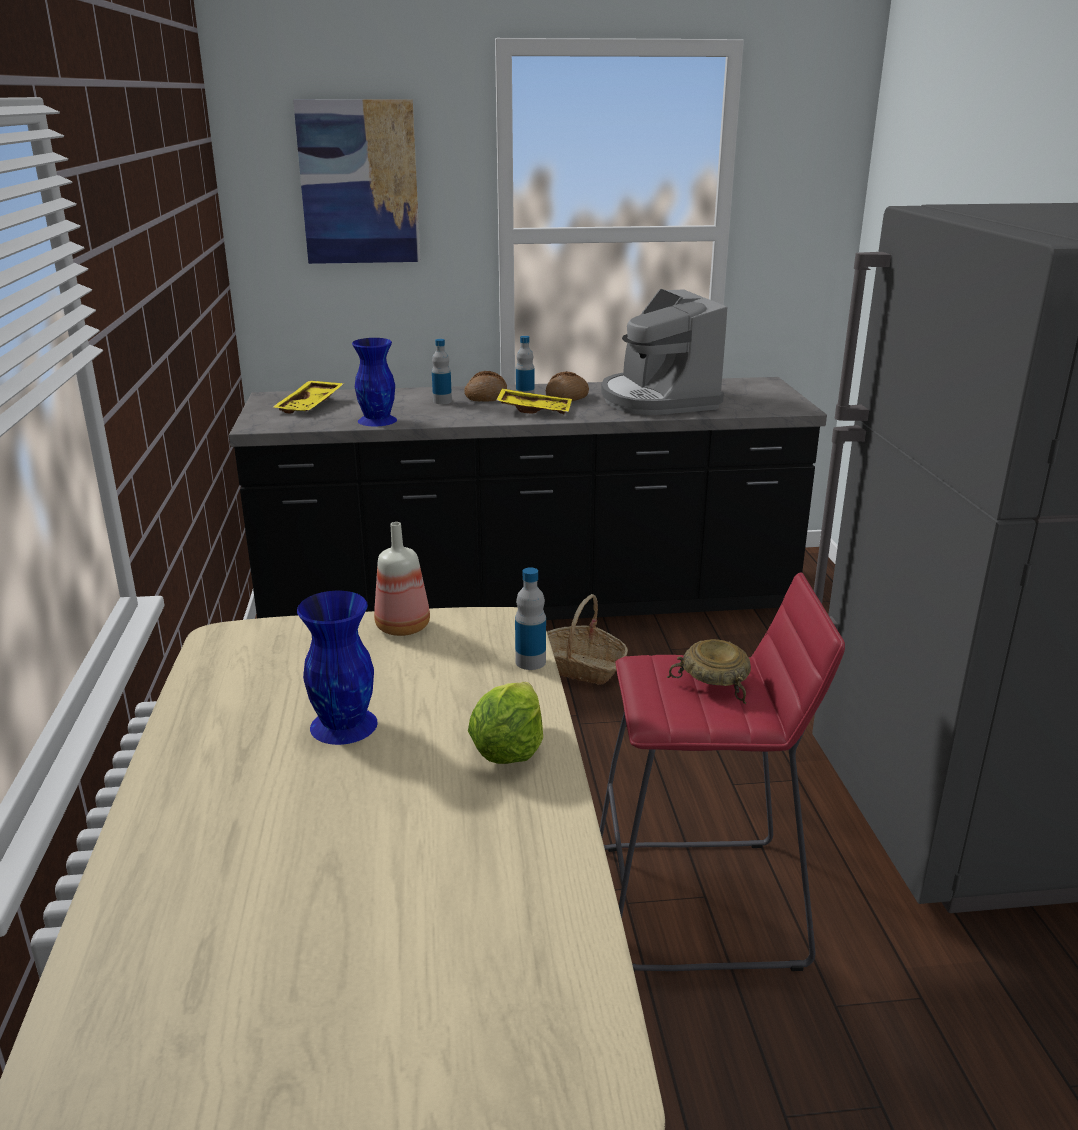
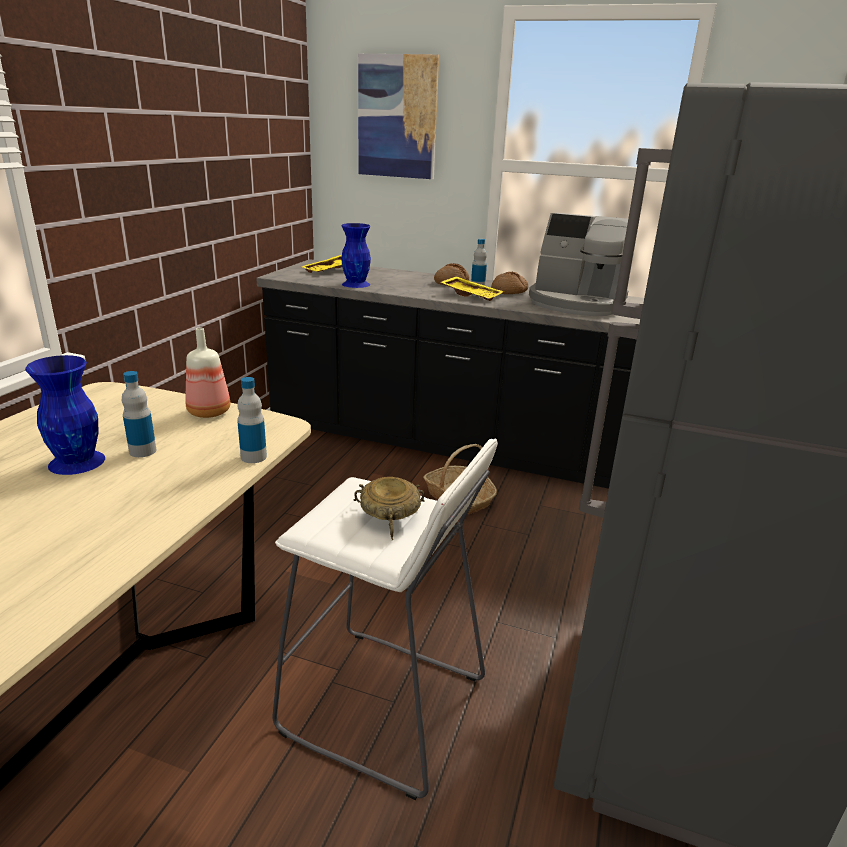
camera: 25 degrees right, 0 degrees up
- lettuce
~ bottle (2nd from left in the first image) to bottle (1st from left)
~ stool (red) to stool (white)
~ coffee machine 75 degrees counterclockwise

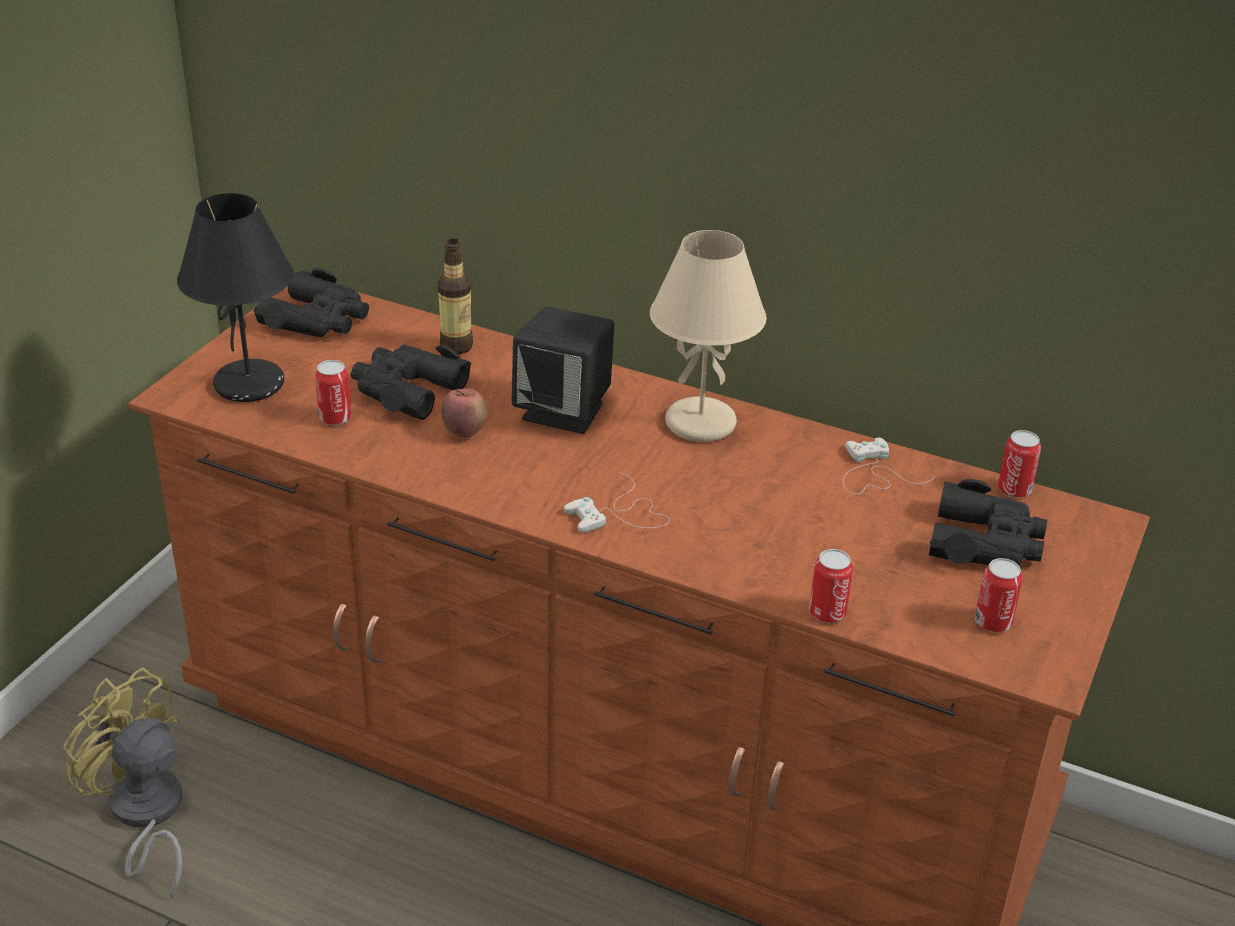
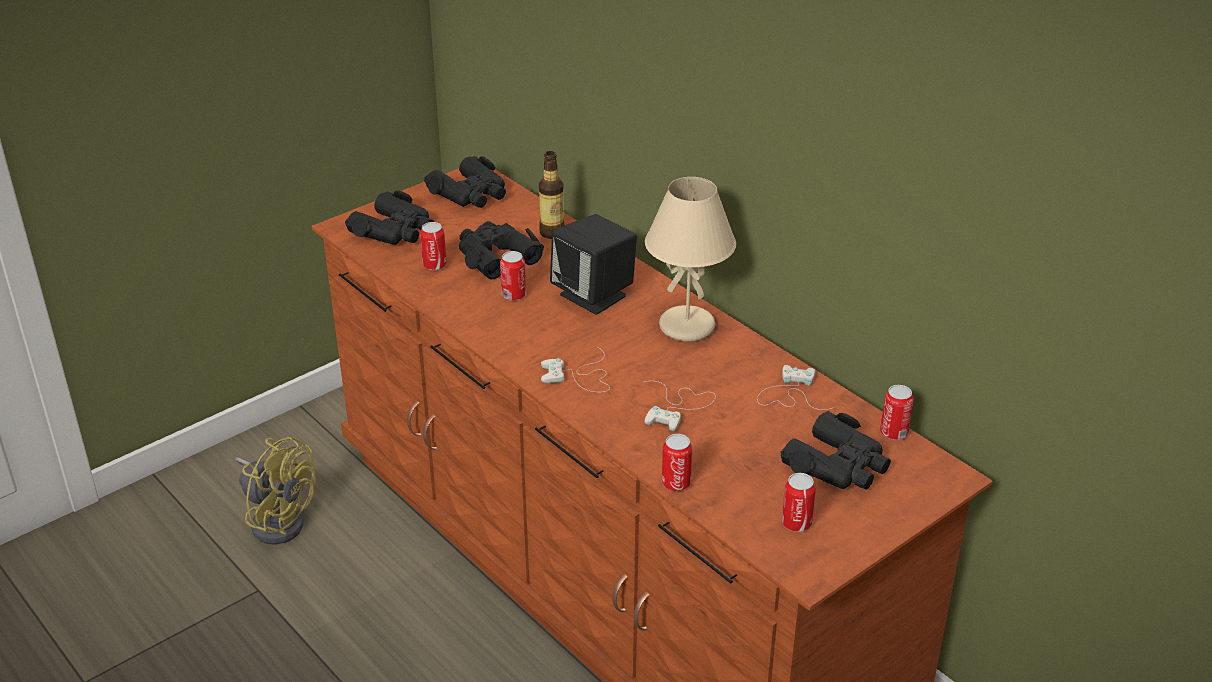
camera: 25 degrees right, 0 degrees up
+ game controller (white) (2nd from left)
~ table lamp (black) to binoculars (black) (1st from left)
~ apple to can (2nd from left)
~ fan (yellow) 150 degrees clockwise

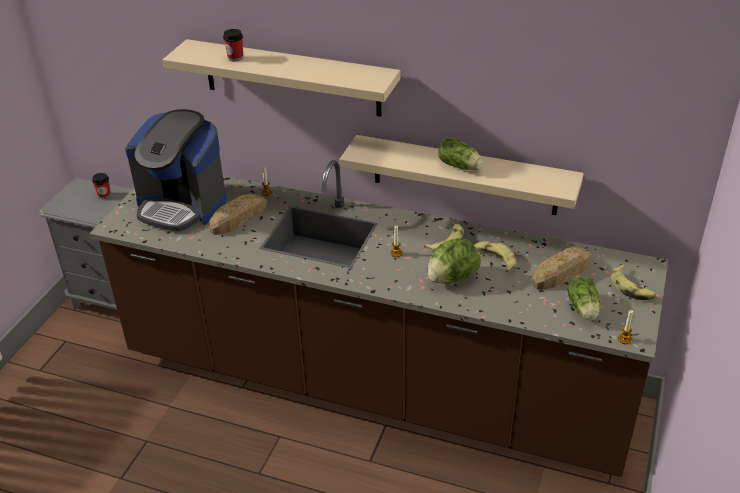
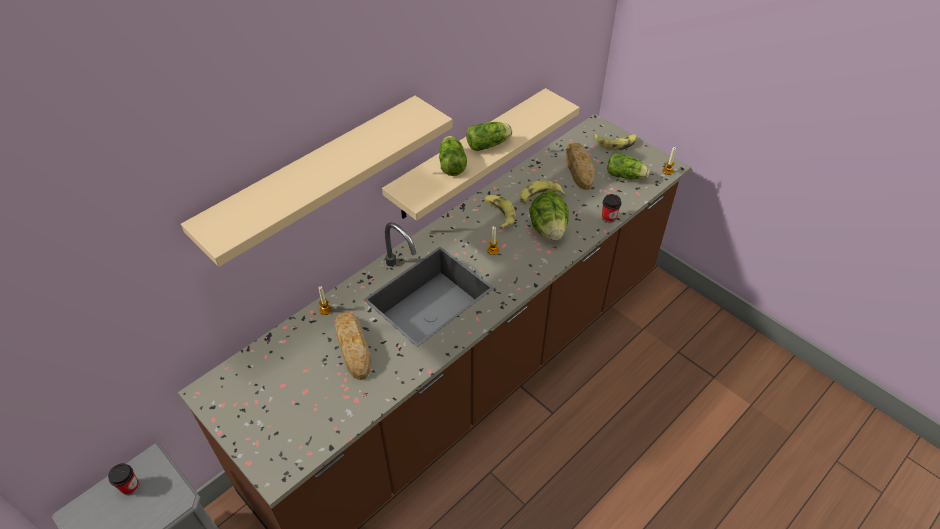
camera: 65 degrees left, 10 degrees up
- coffee machine
+ lettuce (1st from left)
~ cup (2nd from left)

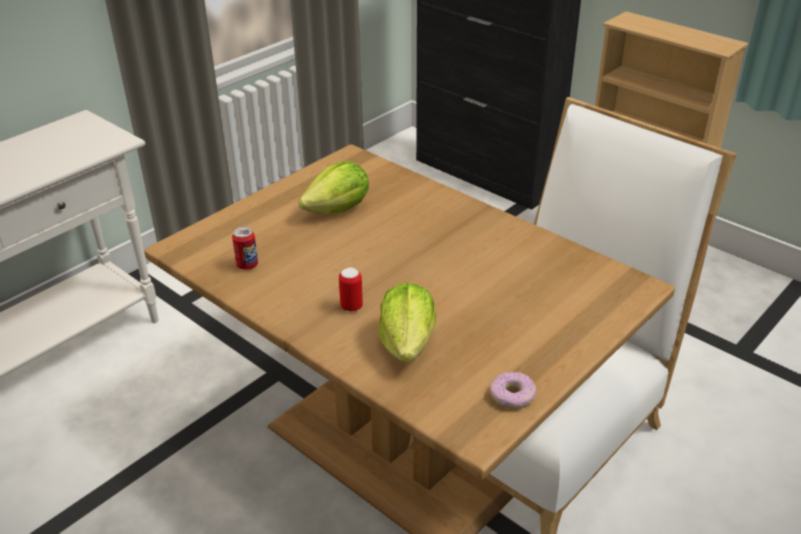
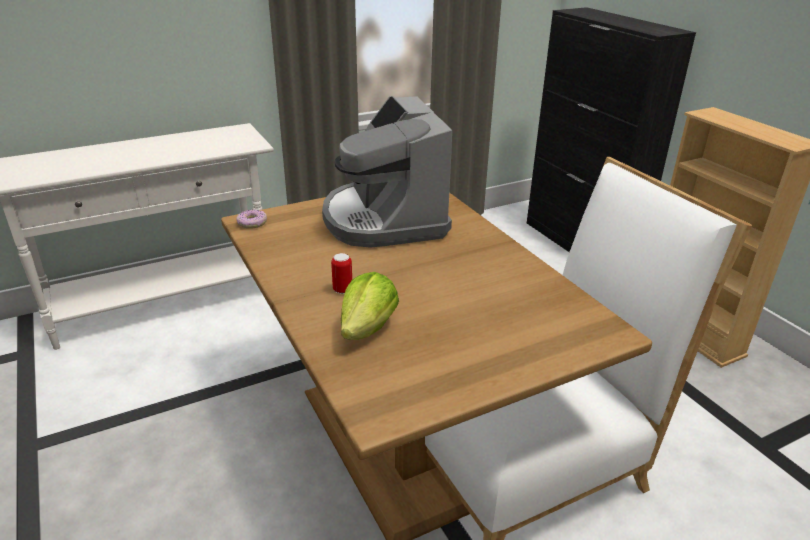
camera: 20 degrees right, 5 degrees down
- can (1st from left)
~ donut
~ lettuce (1st from left) to coffee machine

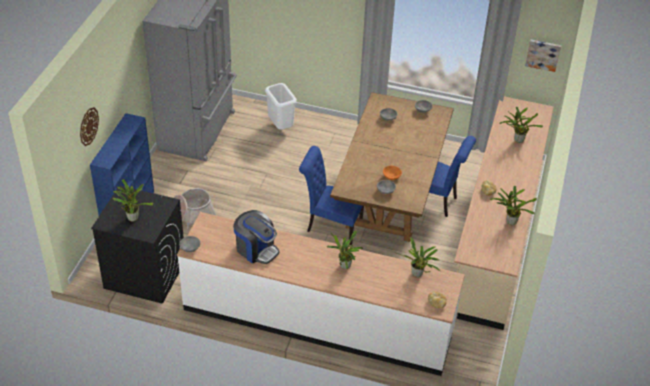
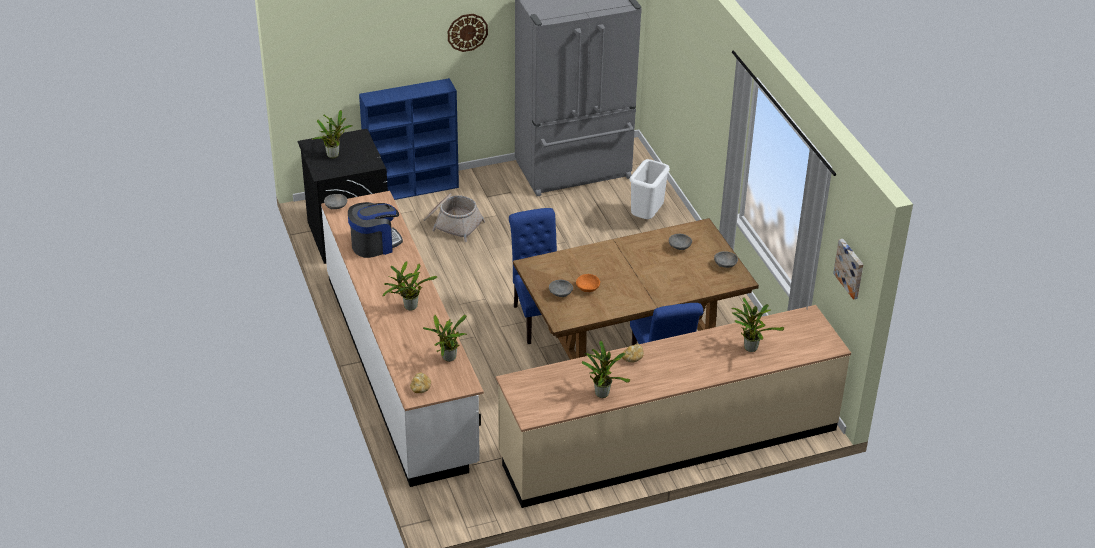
camera: 55 degrees right, 5 degrees down
~ wall clock
~ coffee machine 120 degrees counterclockwise

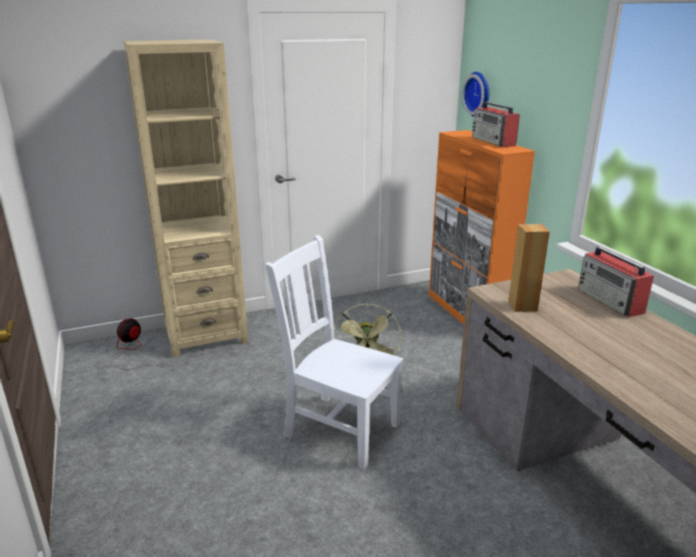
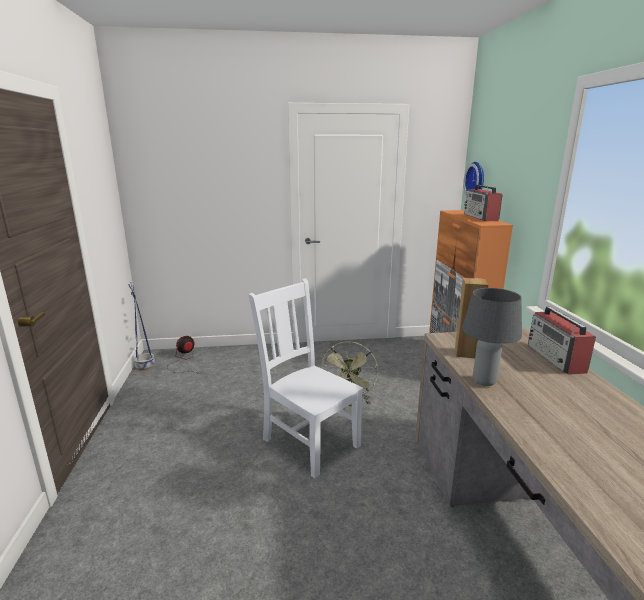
camera: 15 degrees right, 5 degrees down
- bookcase (beige)
+ planter (blue)
+ table lamp (grey)

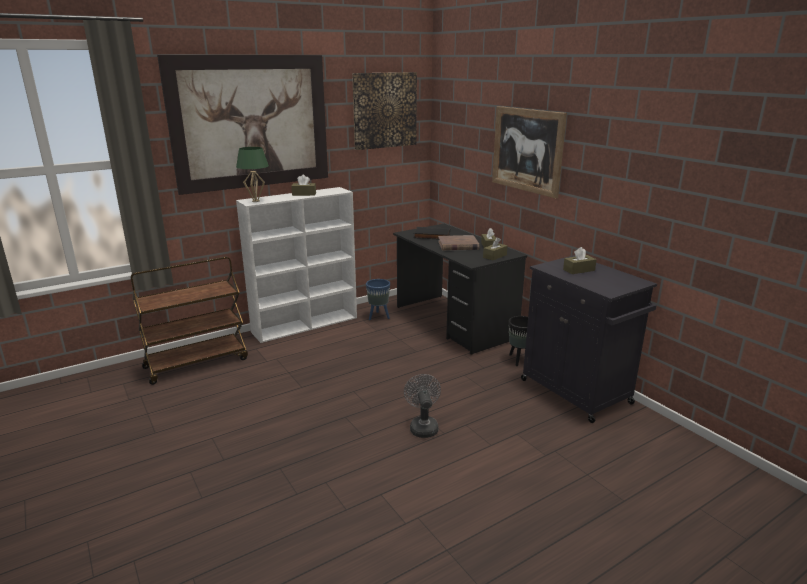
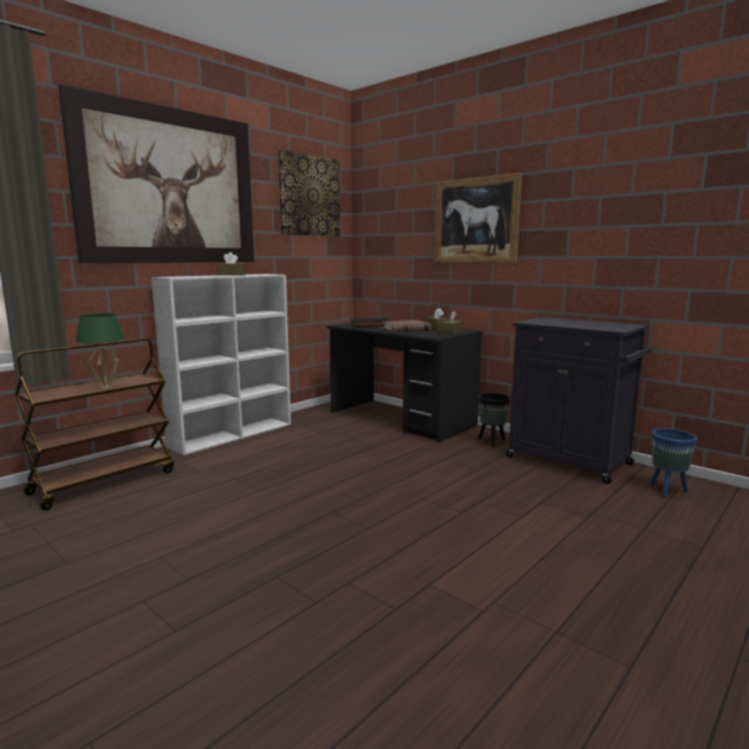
camera: 15 degrees left, 10 degrees down
- fan (grey)
- tissue box (brown) (4th from left)
~ table lamp (green)
~ planter (blue)

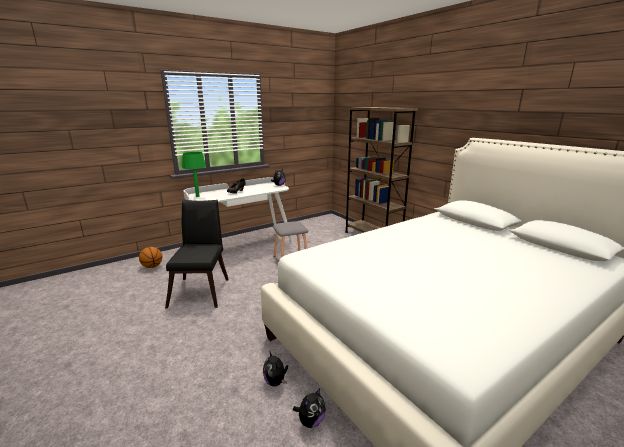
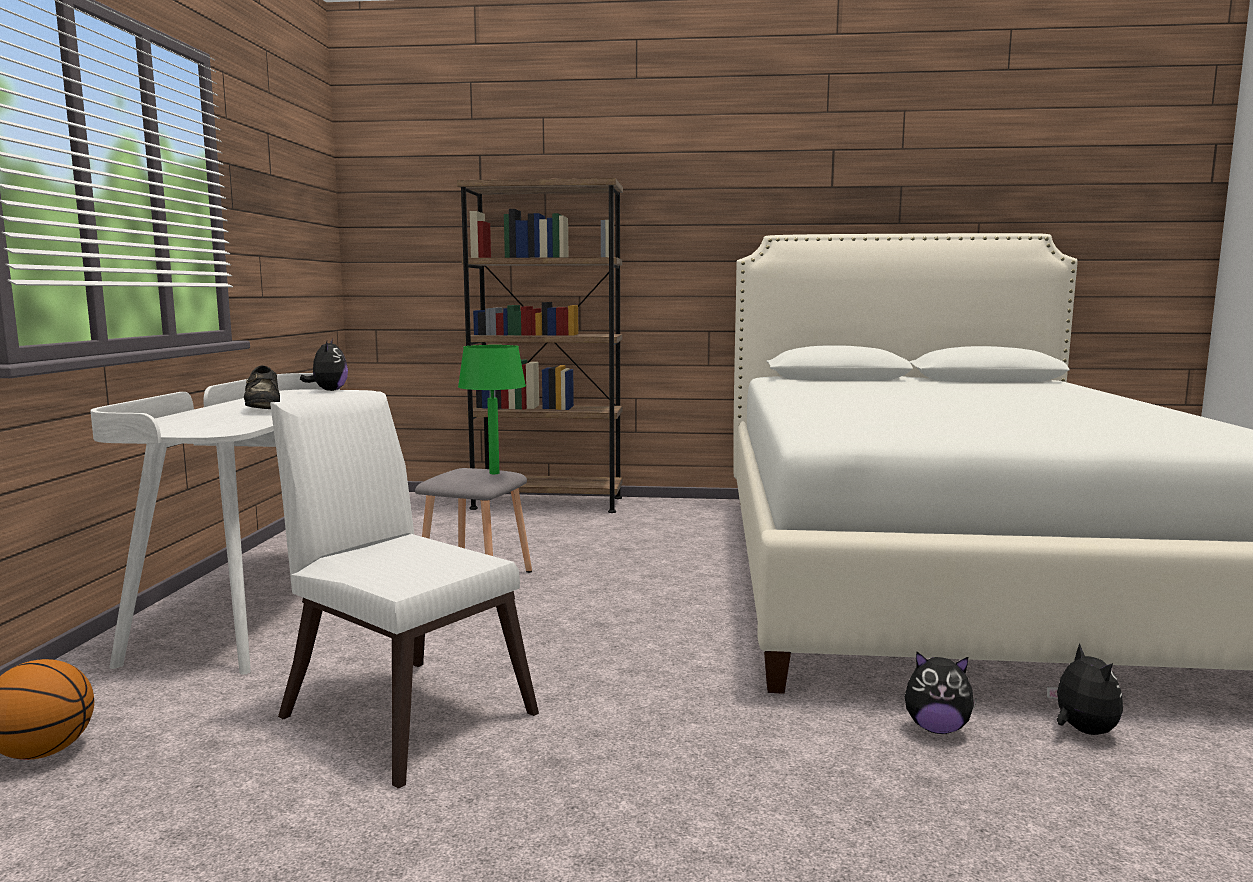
camera: 50 degrees left, 10 degrees down
~ table lamp (green)
~ chair (black) to chair (white)

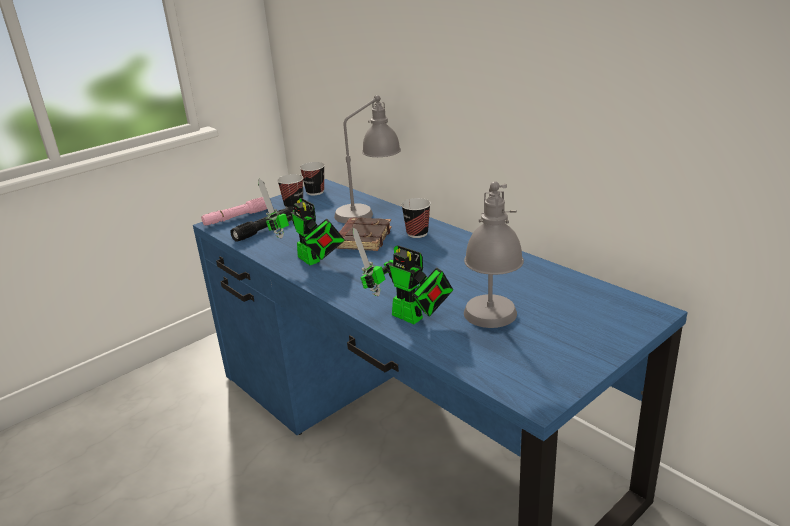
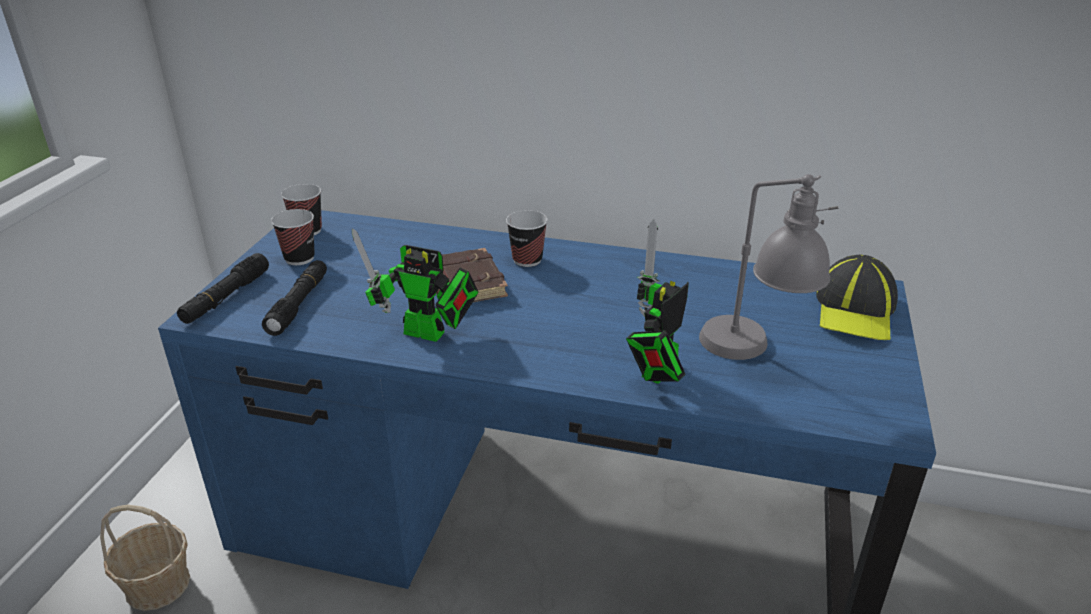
camera: 35 degrees left, 5 degrees up
- table lamp (grey) (1st from left)
+ basket
+ cap
~ flashlight (pink) to flashlight (black) (1st from left)
~ toy robot (2nd from left) 120 degrees clockwise

